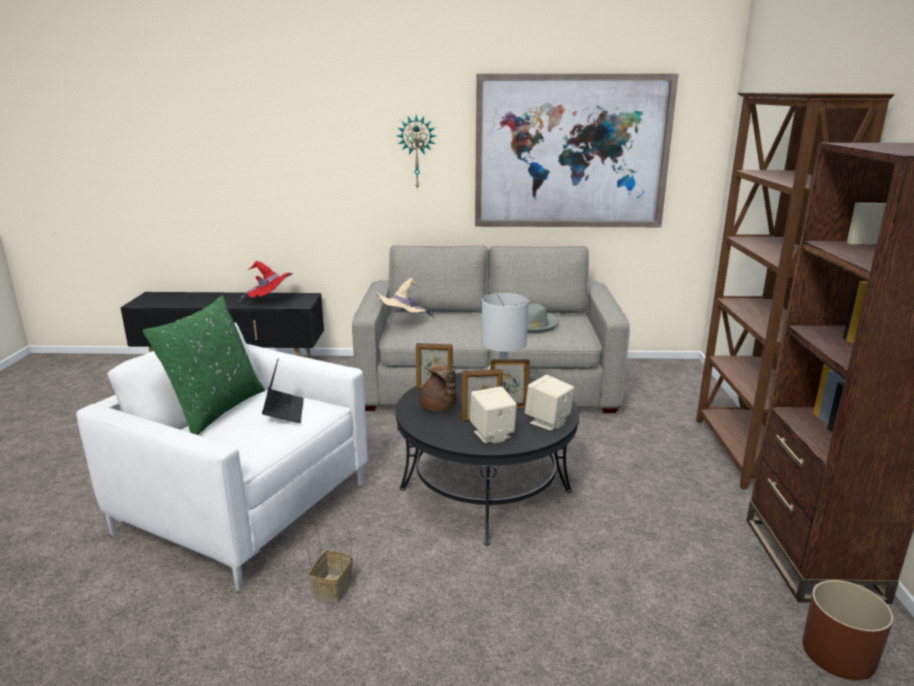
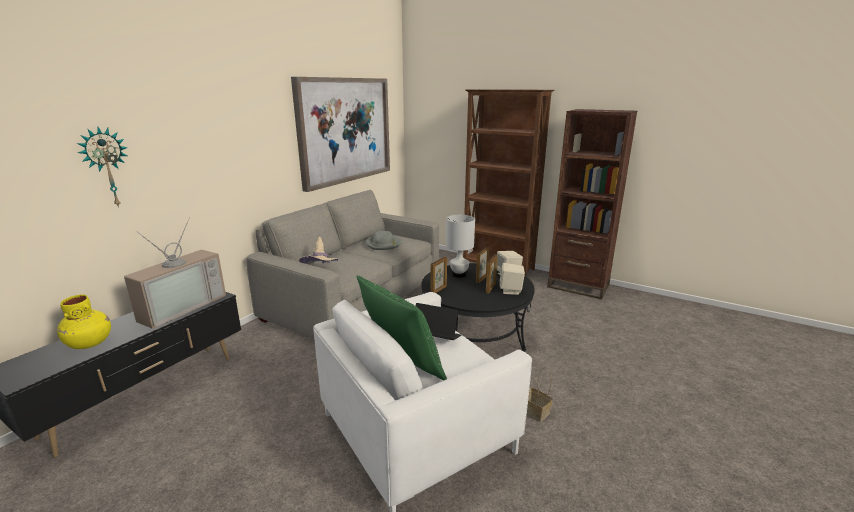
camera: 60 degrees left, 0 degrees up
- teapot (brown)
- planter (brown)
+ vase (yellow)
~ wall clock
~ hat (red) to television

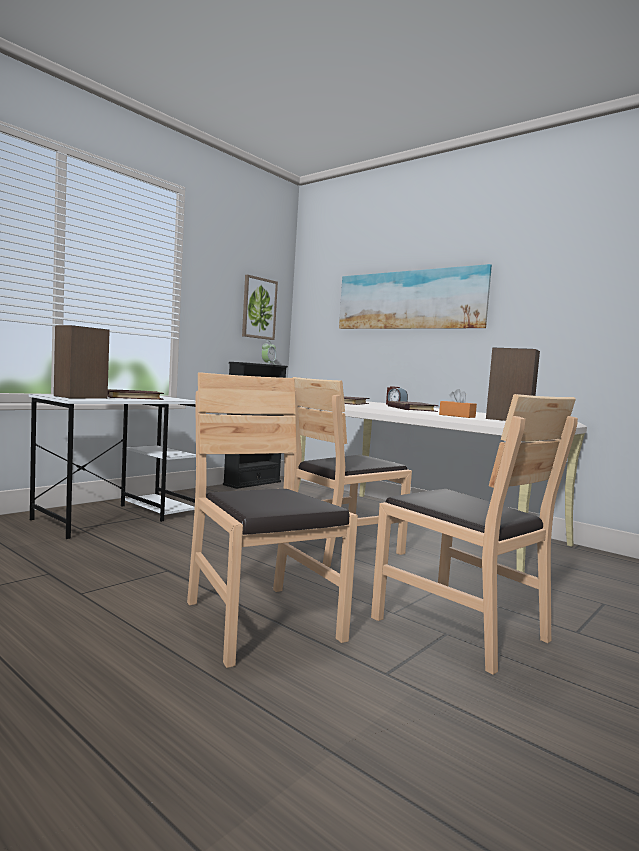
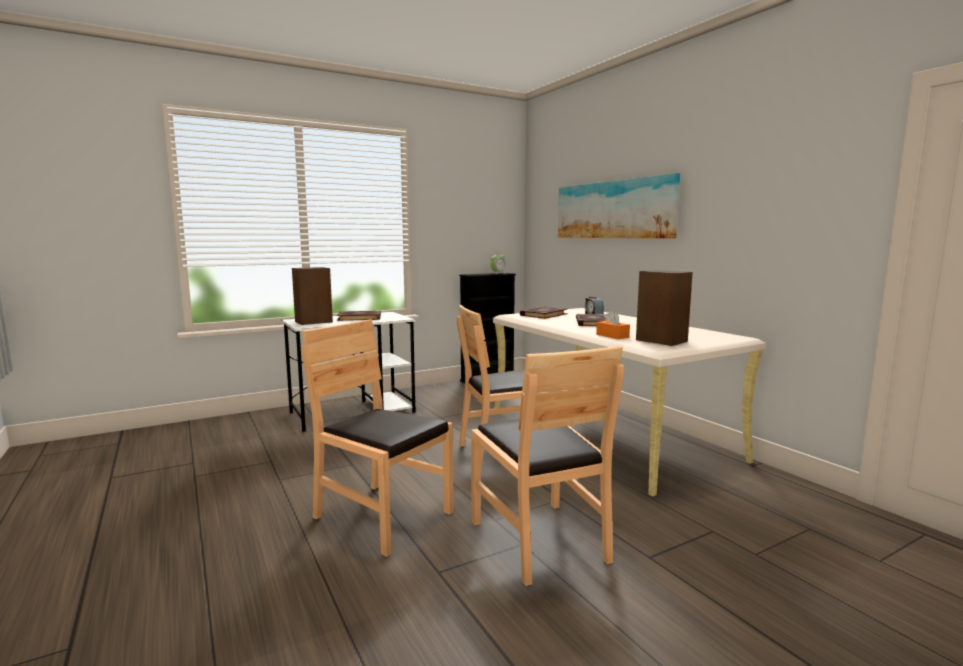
camera: 20 degrees right, 5 degrees up
- picture (1st from left)
~ chair (brown) (1st from left) 45 degrees counterclockwise

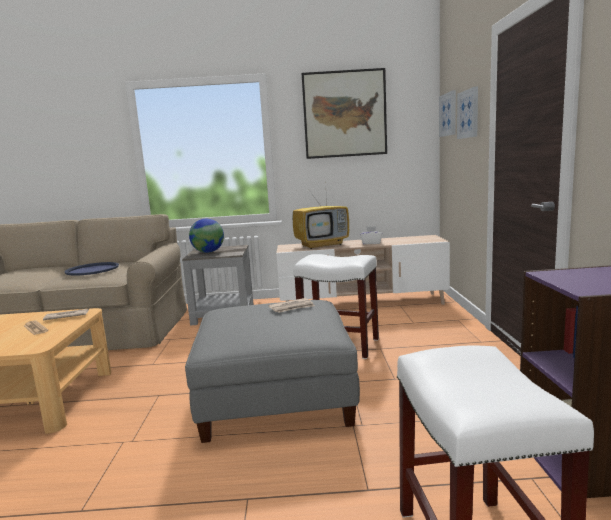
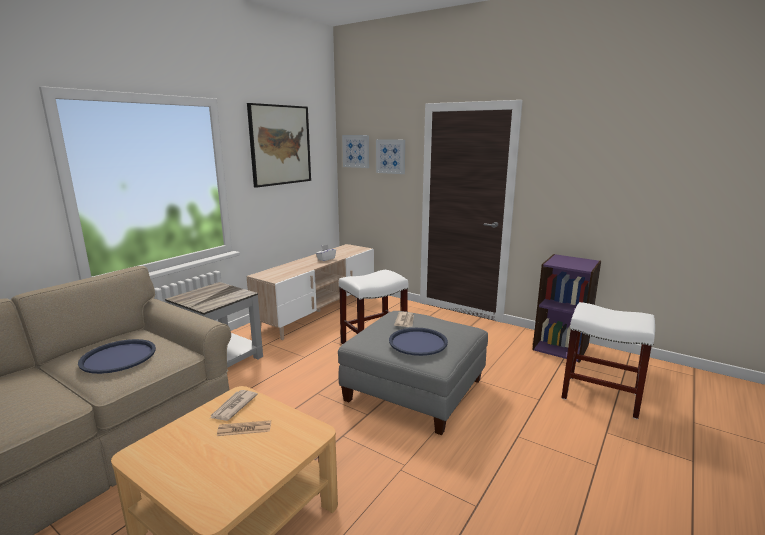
camera: 55 degrees left, 5 degrees up
- globe
- television
+ tray (blue) (2nd from left)

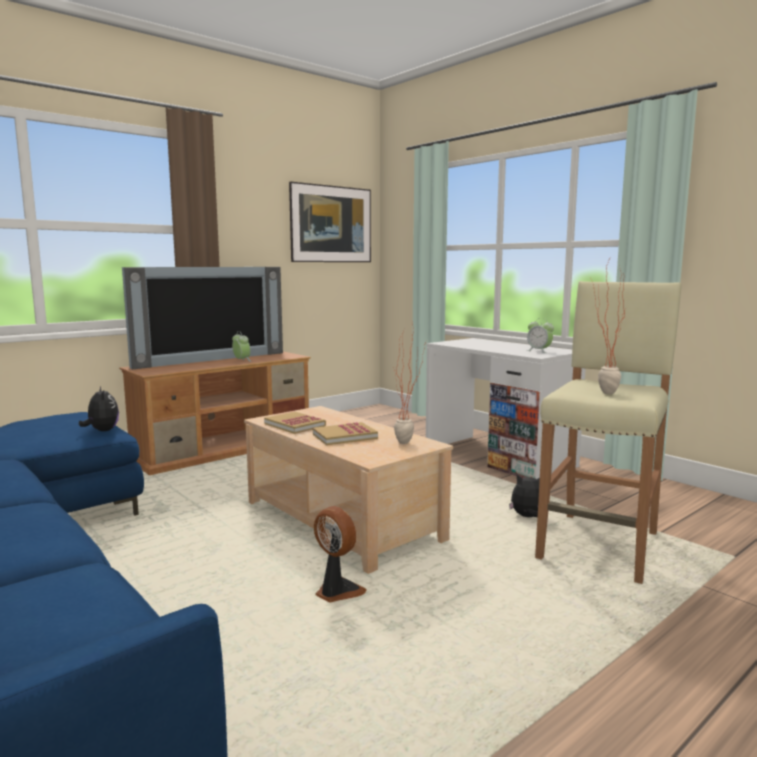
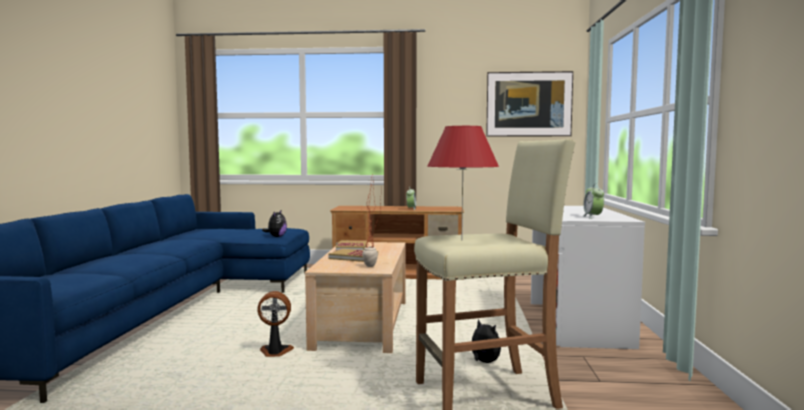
camera: 45 degrees right, 5 degrees down
- television
~ potted plant (2nd from left) to table lamp (red)
~ fan 90 degrees counterclockwise

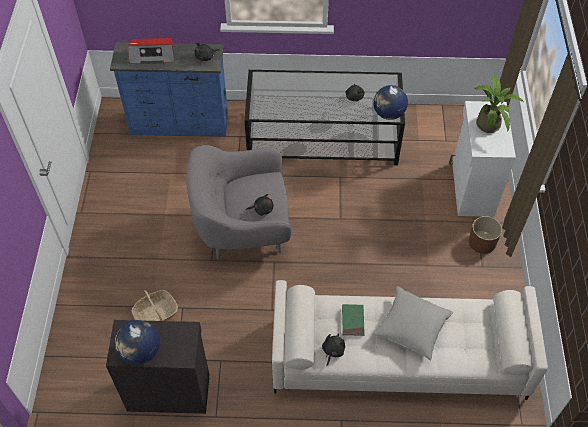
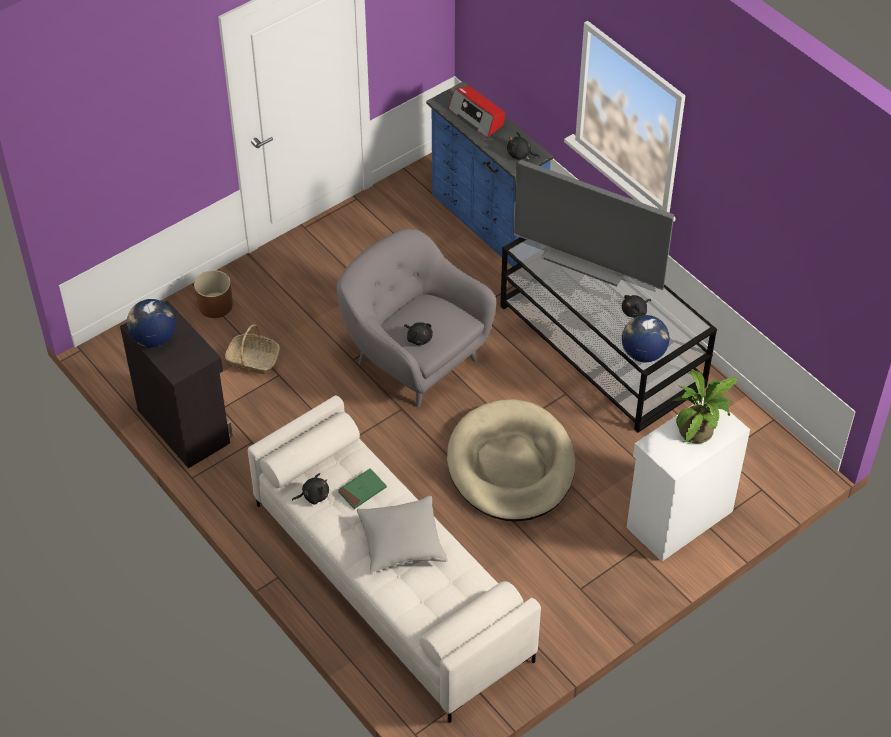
camera: 50 degrees right, 5 degrees down
+ dog bed (beige)
+ television
~ planter (brown)

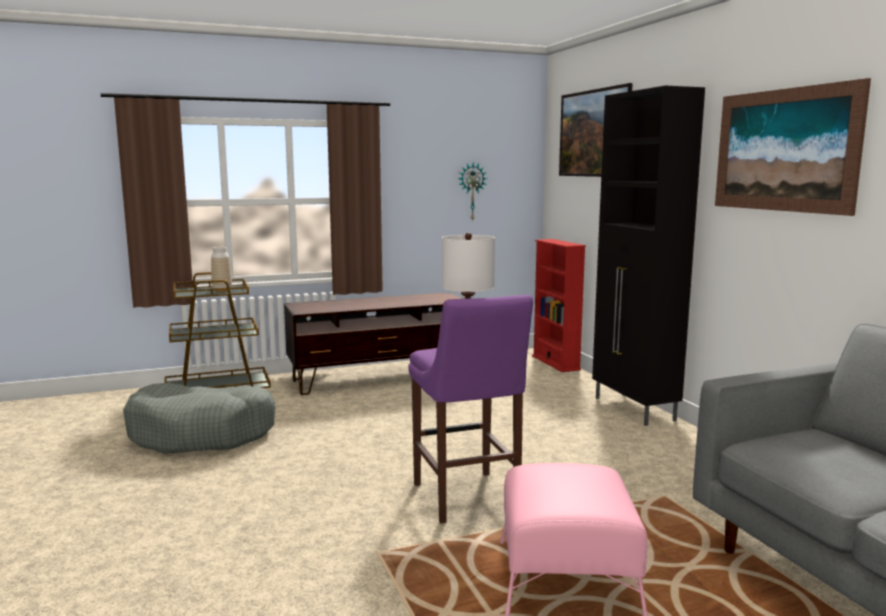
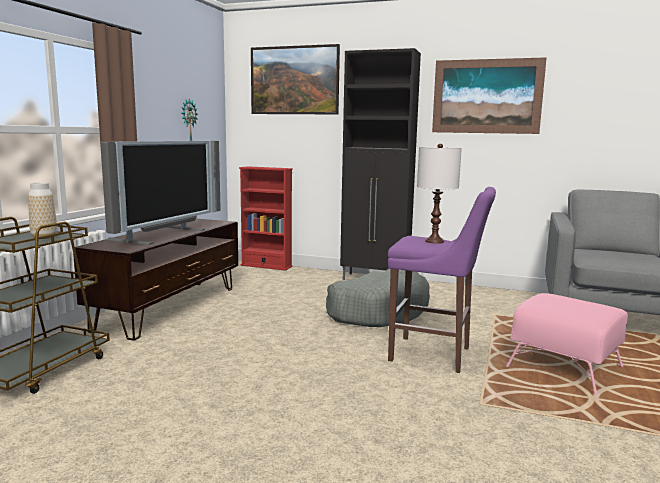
camera: 50 degrees left, 0 degrees up
+ television
~ dog bed (grey)

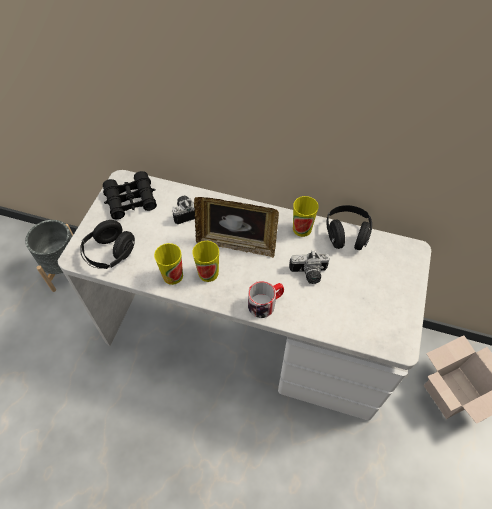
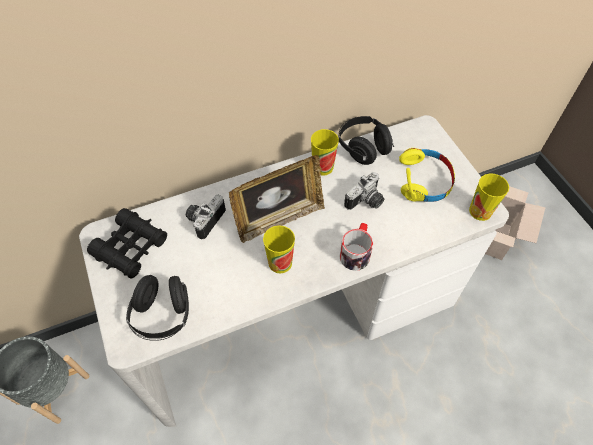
camera: 40 degrees left, 0 degrees up
+ headphones (yellow)
~ cup (1st from left in the first image) to cup (3rd from left)

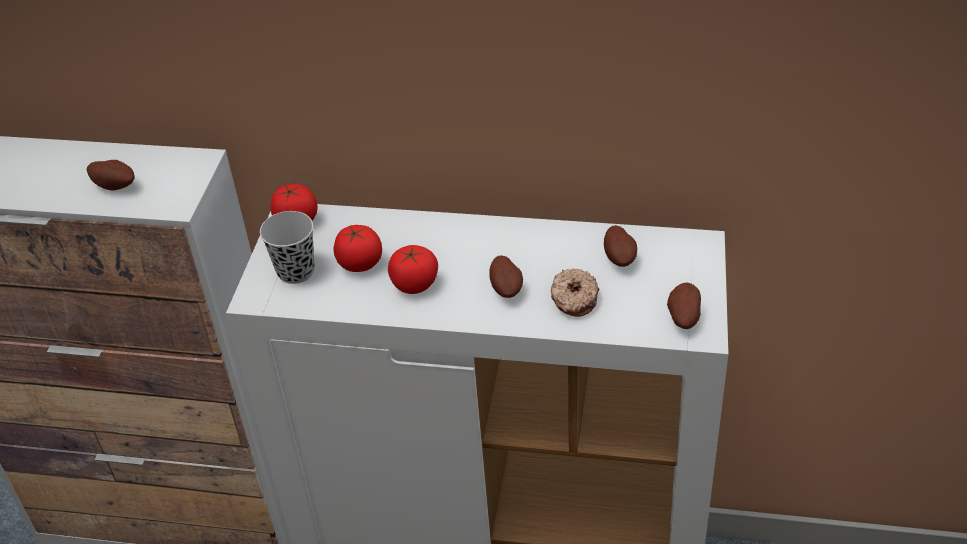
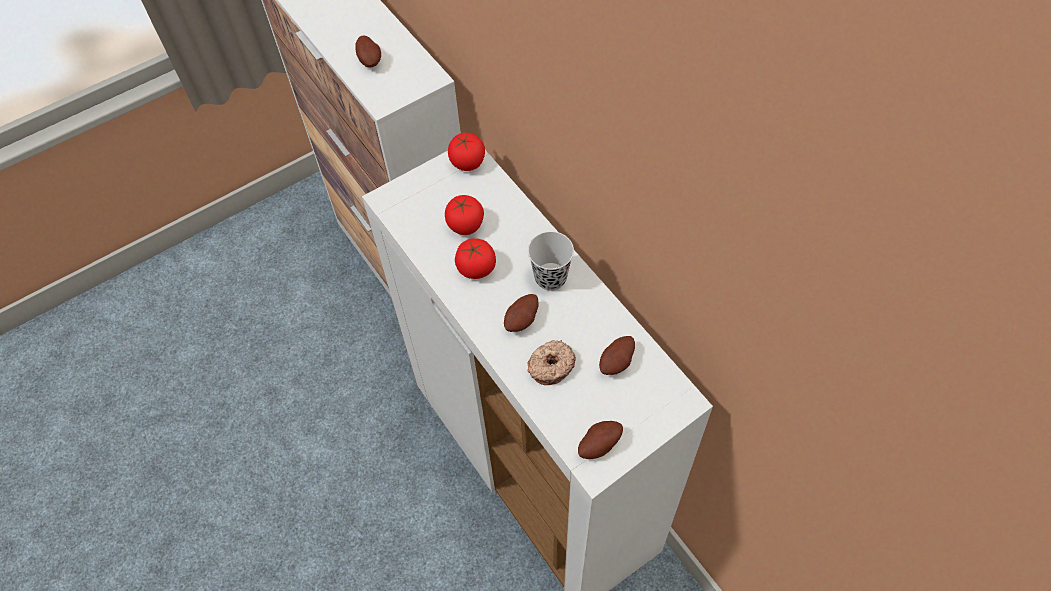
camera: 45 degrees right, 15 degrees up
~ cup (black)

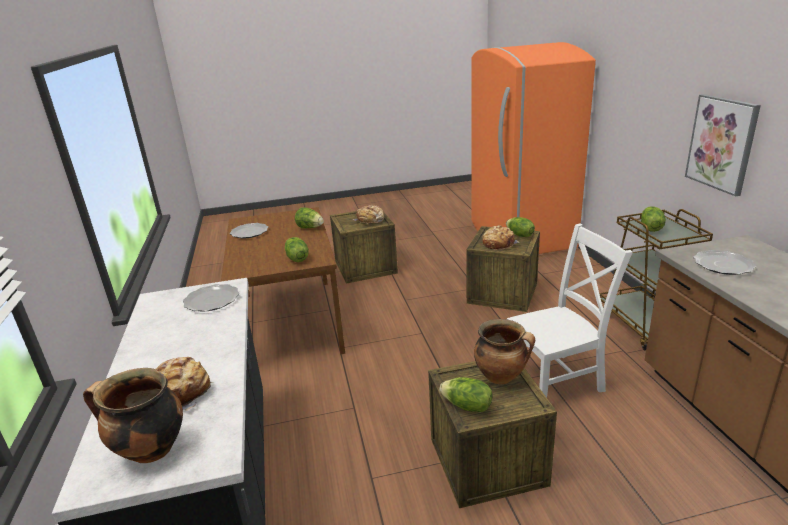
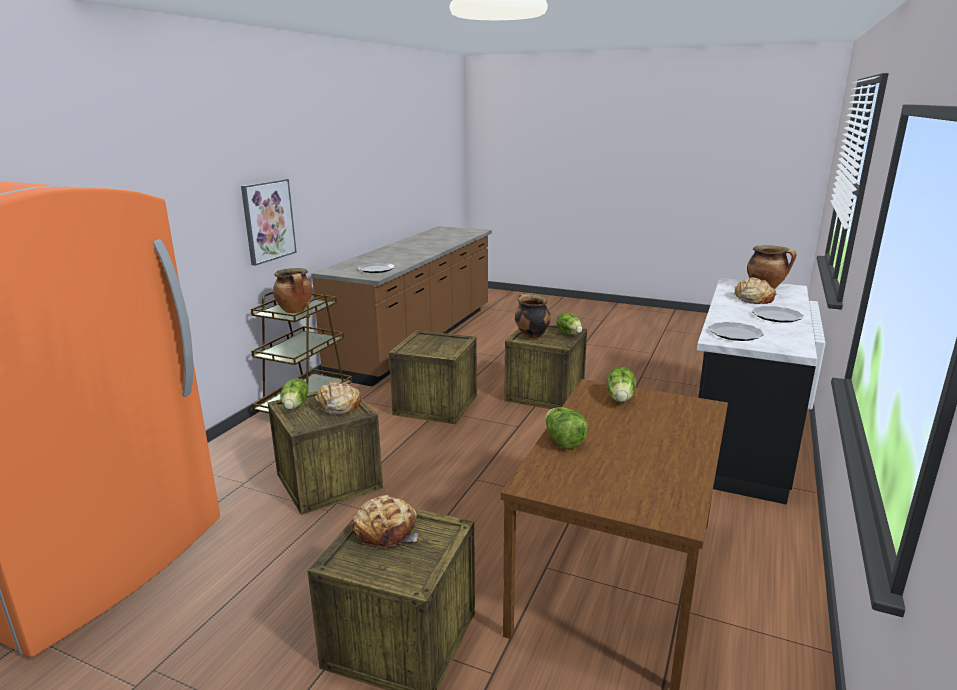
camera: 145 degrees left, 5 degrees down
~ plate (2nd from left in the first image) to plate (3rd from left)
~ chair (white) to crate (3rd from left)
~ lettuce (5th from left) to cooking pot (1st from left)

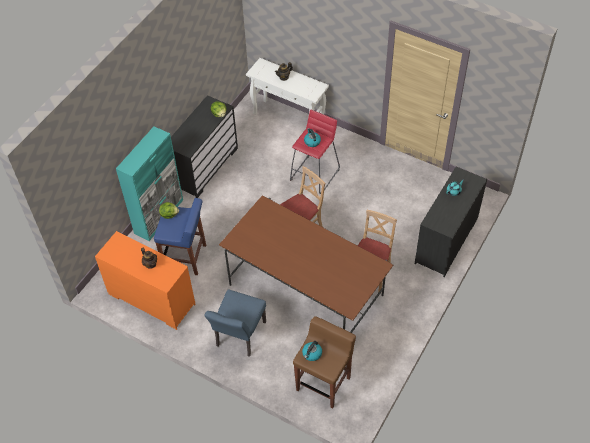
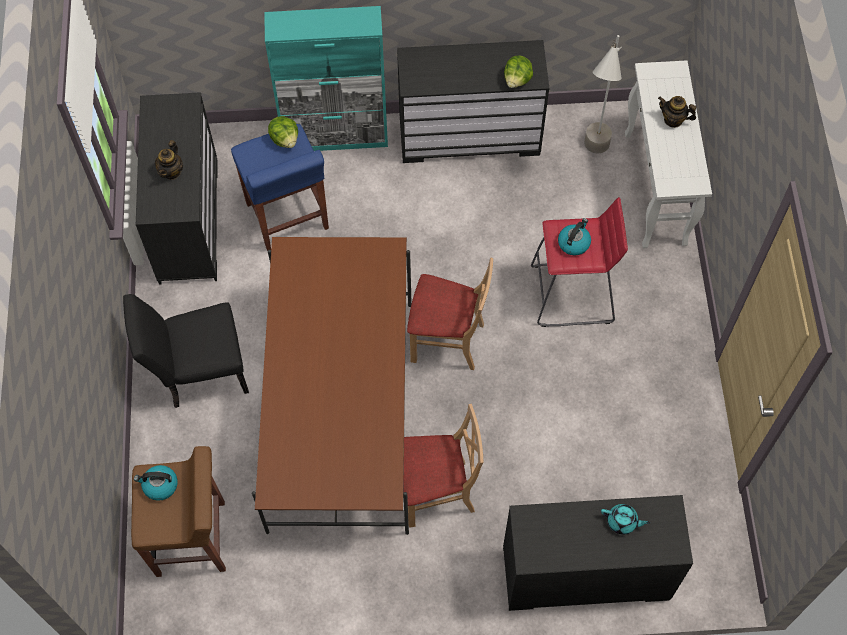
camera: 55 degrees right, 10 degrees up
+ floor lamp (grey)
~ dresser (orange) to dresser (black) (1st from left)
~ chair (blue) to chair (black)

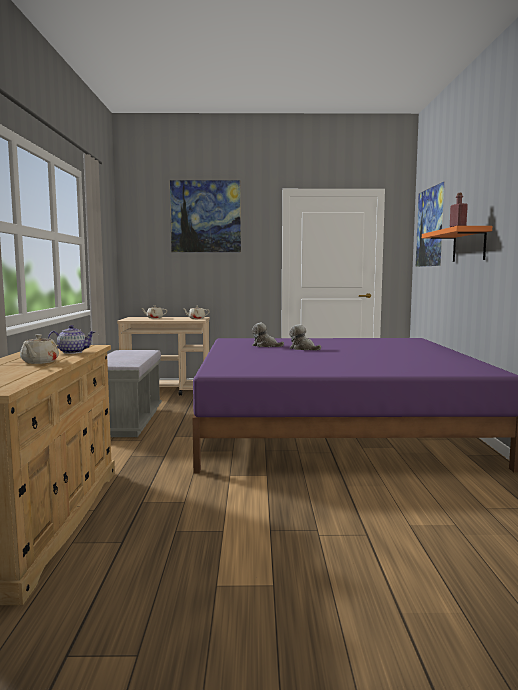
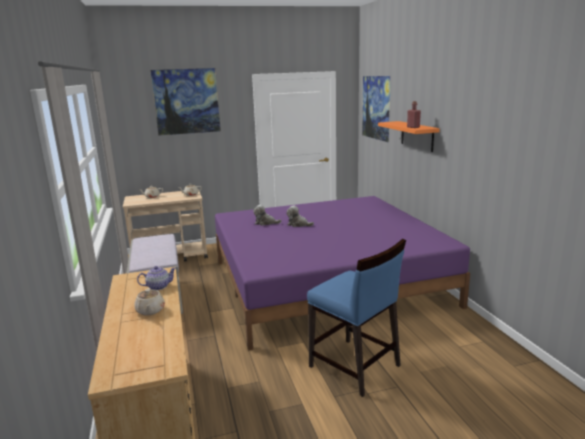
camera: 15 degrees left, 10 degrees up
+ chair (blue)

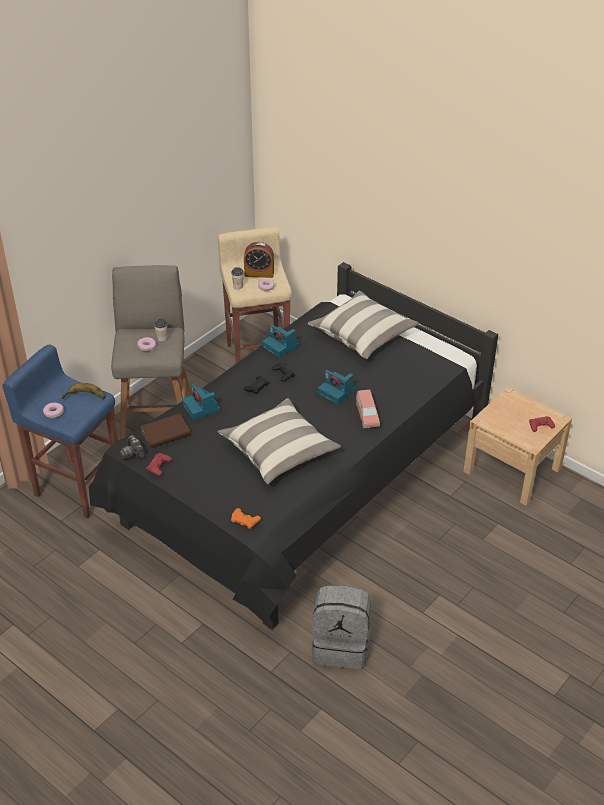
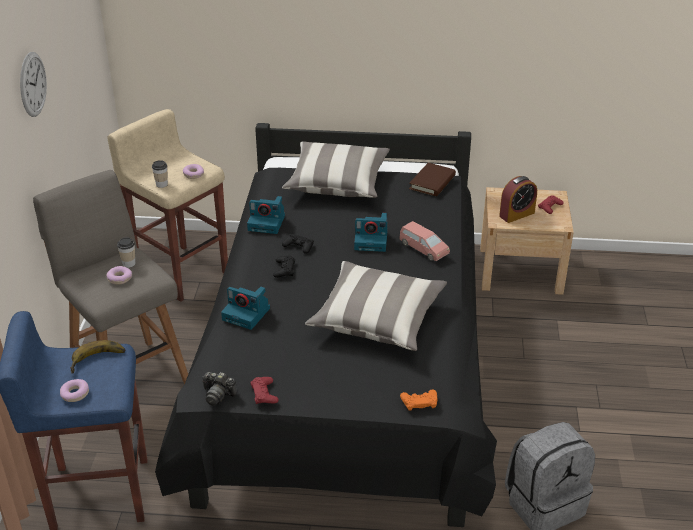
camera: 35 degrees left, 5 degrees down
+ wall clock
~ book (brown)
~ alarm clock

